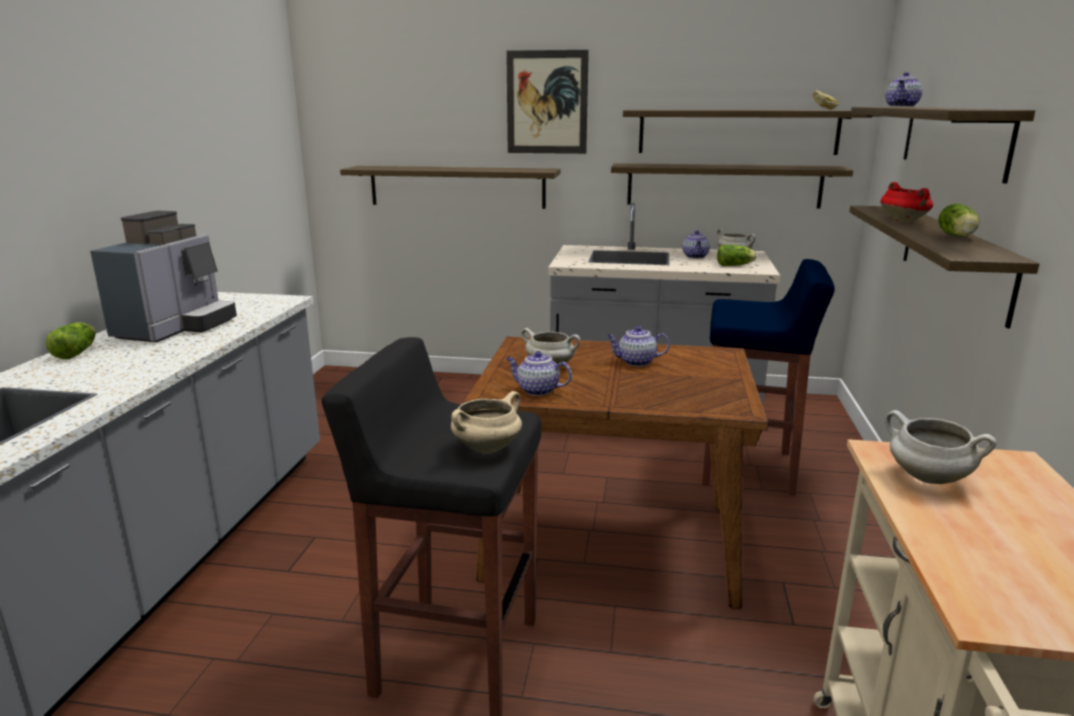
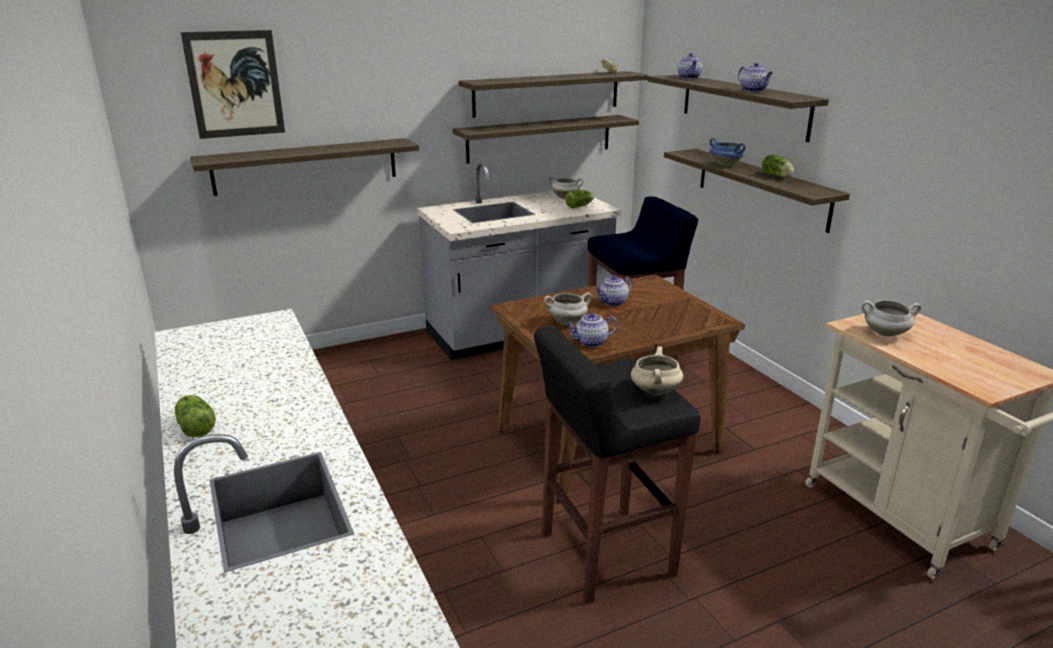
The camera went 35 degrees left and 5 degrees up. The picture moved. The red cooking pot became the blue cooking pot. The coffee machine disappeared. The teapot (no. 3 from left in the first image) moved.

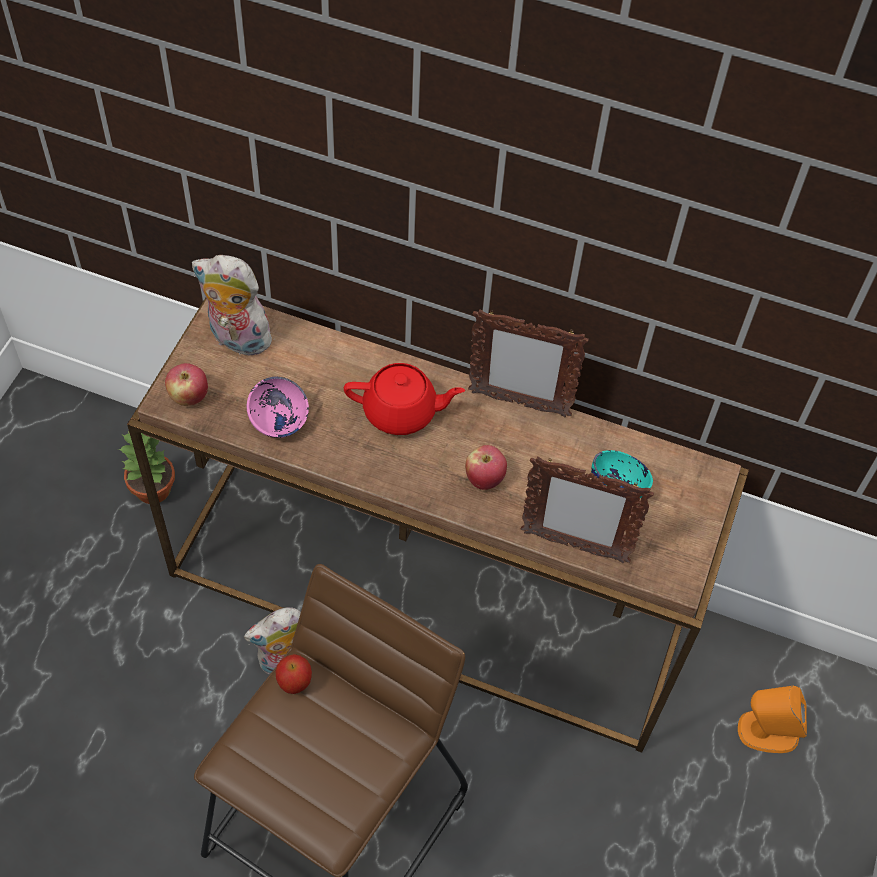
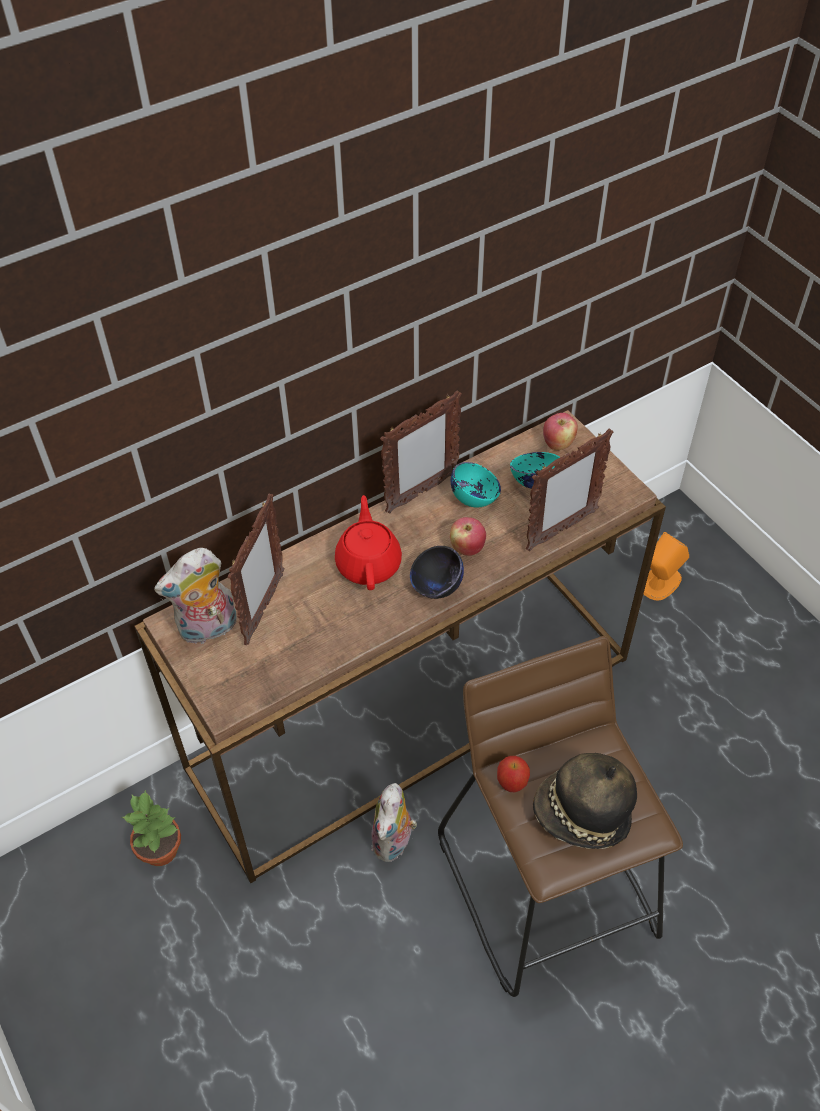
The camera went 50 degrees left and 5 degrees down. The apple (no. 1 from left in the first image) moved. The red teapot turned 45 degrees counterclockwise. The pink bowl disappeared. The turquoise bowl (no. 1 from left) appeared. The picture frame (no. 1 from left) appeared. The black bowl appeared. The hat appeared.

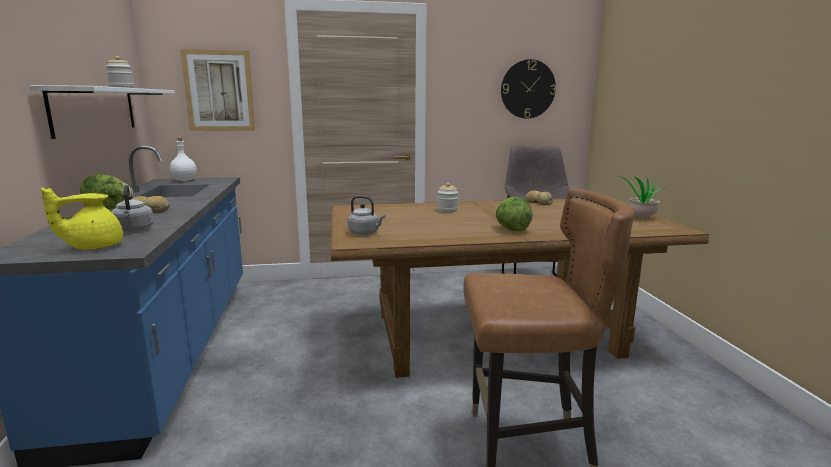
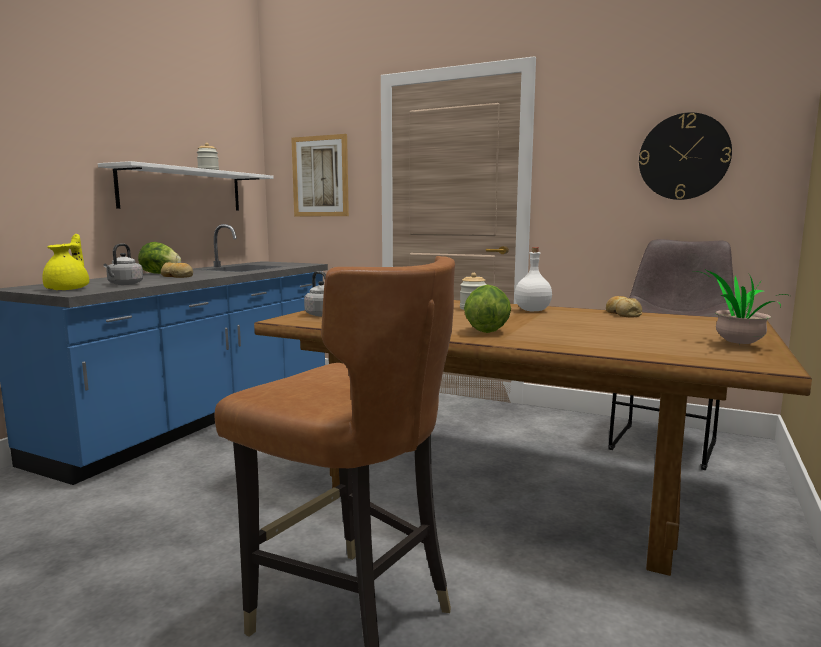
The camera went 35 degrees right and 5 degrees down. The white bottle moved. The yellow teapot turned 90 degrees clockwise.

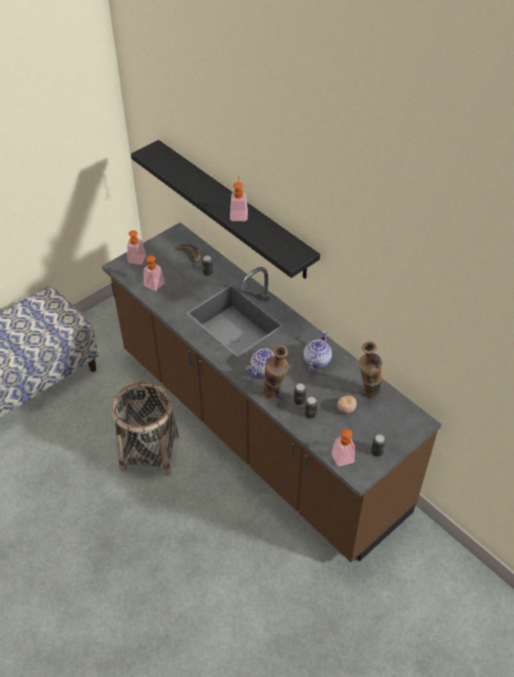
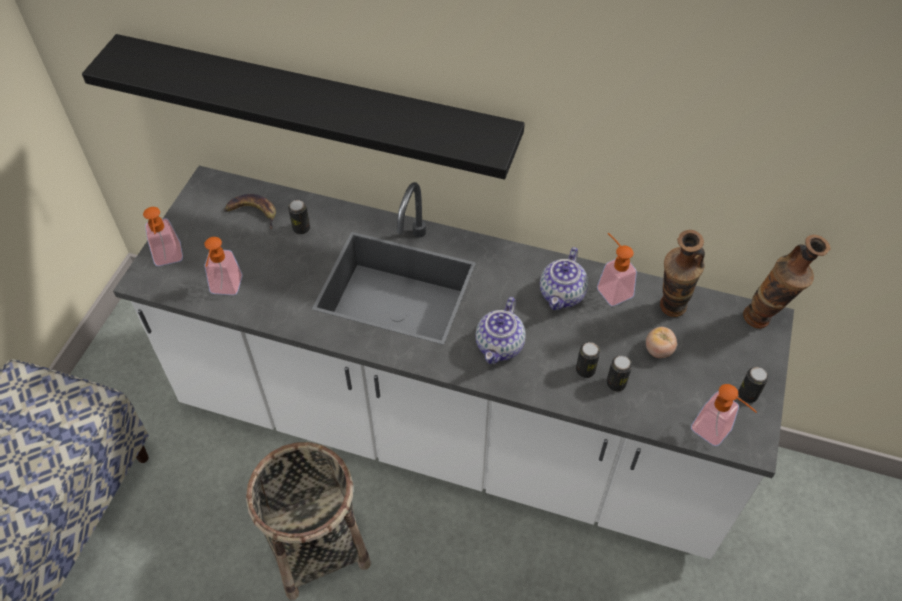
The camera went 30 degrees left and 5 degrees up. The soap dispenser (no. 3 from left) moved. The brown counter became the white counter. The teapot (no. 2 from left) turned 150 degrees counterclockwise. The vase (no. 1 from left in the first image) moved.

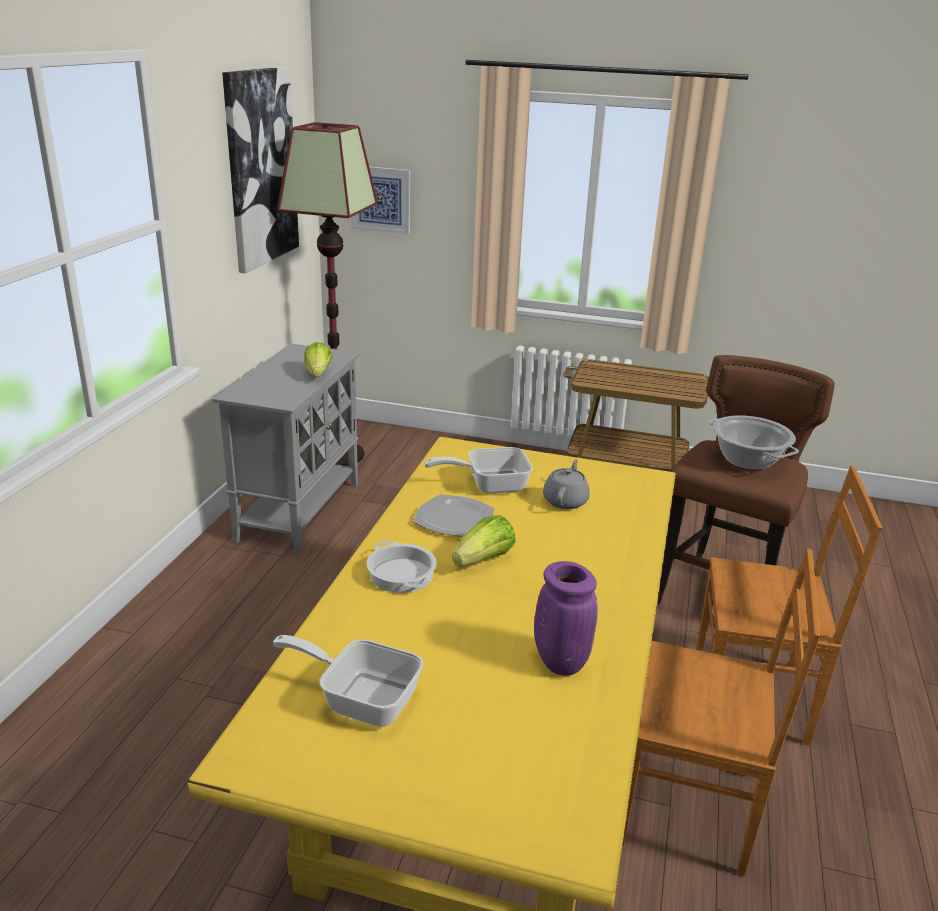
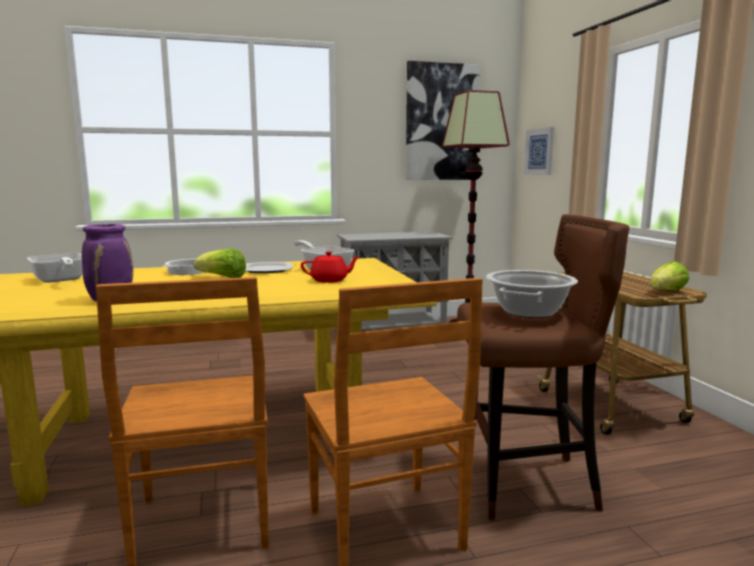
The camera went 60 degrees right and 15 degrees down. The lettuce (no. 1 from left in the first image) moved. The grey teapot became the red teapot. The frying pan (no. 1 from left) turned 150 degrees clockwise.

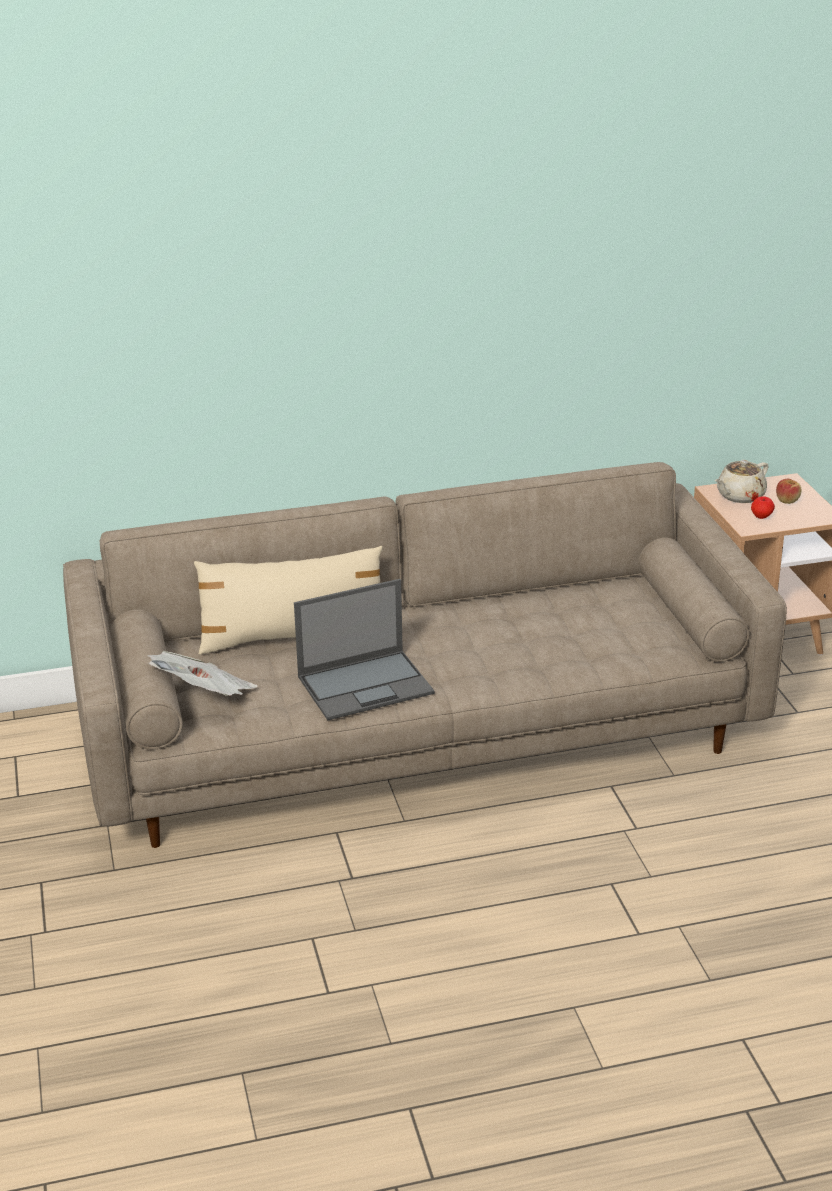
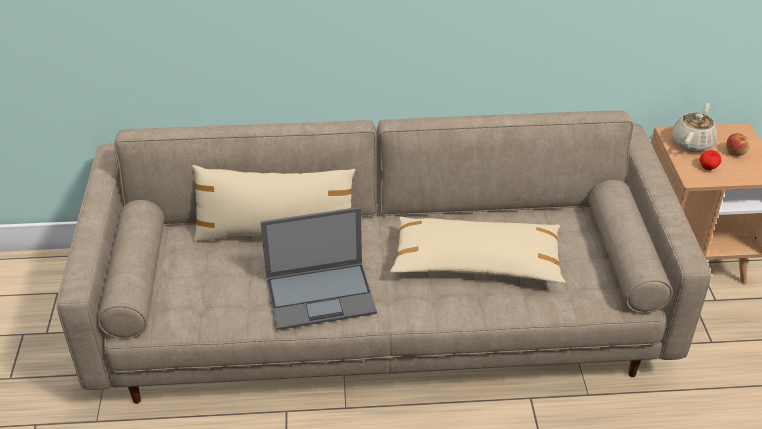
The camera went 10 degrees right and 10 degrees up. The beige teapot turned 150 degrees clockwise. The newspaper disappeared. The beige pillow (no. 2 from left) appeared.

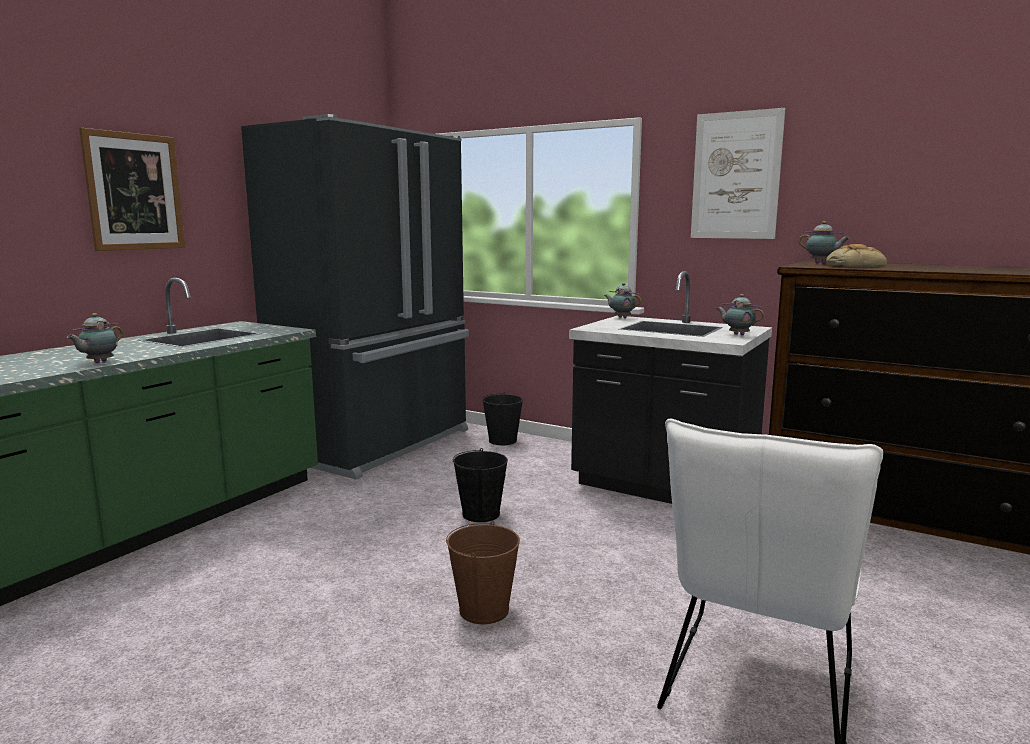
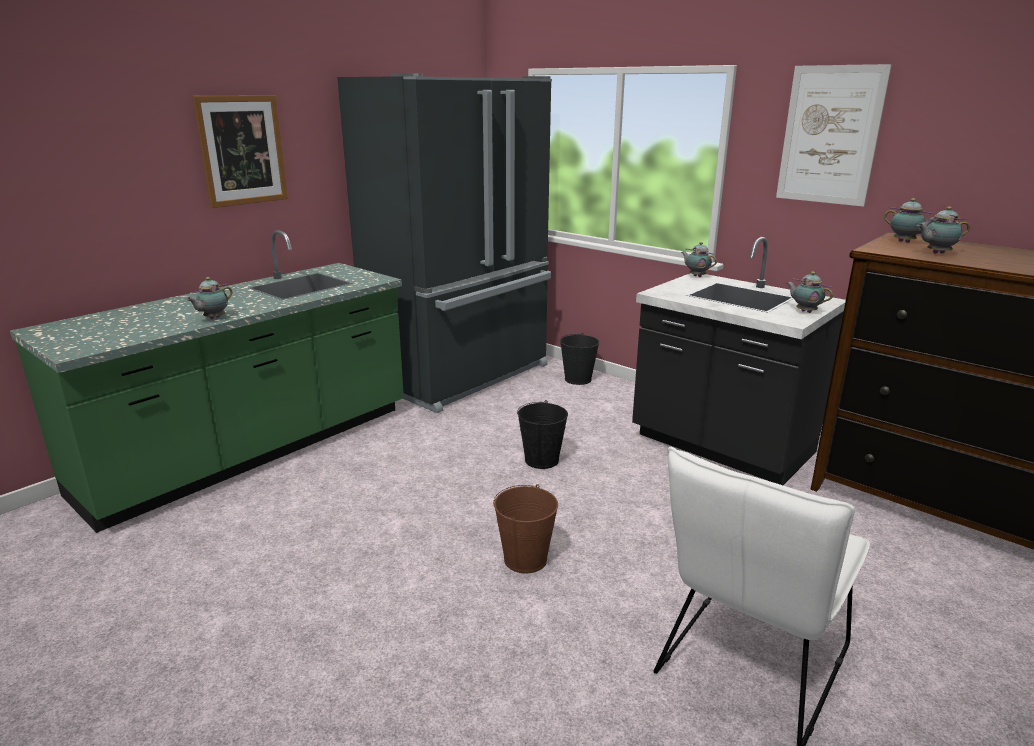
The camera went 10 degrees right and 10 degrees up. The bread was replaced by the teapot (no. 5 from left).

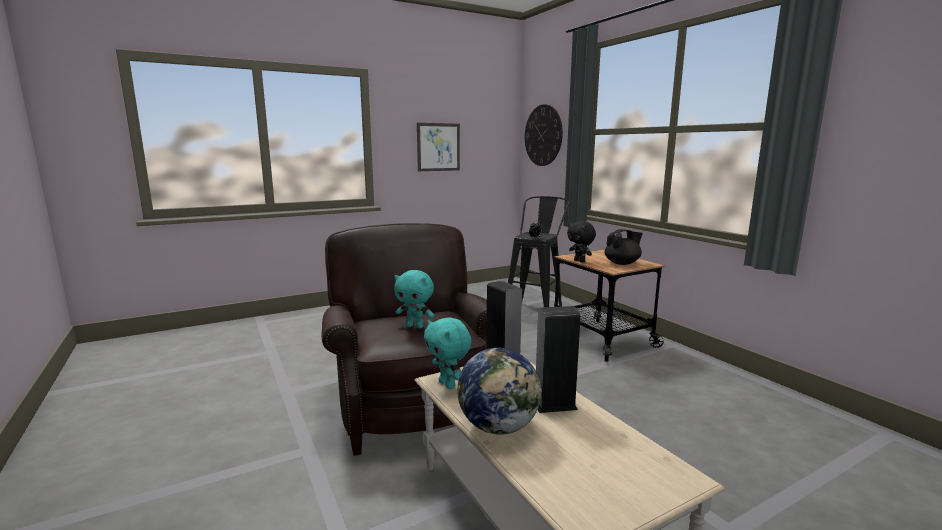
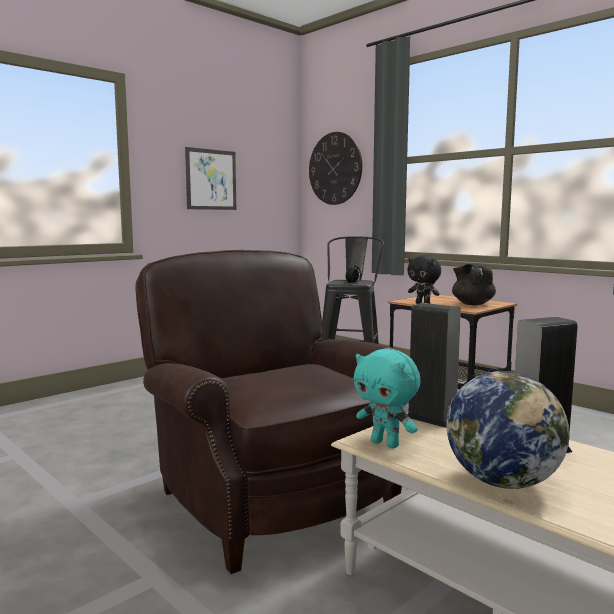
The camera went 15 degrees left and 5 degrees down. The black teapot turned 75 degrees counterclockwise. The turquoise plush toy (no. 1 from left) disappeared.

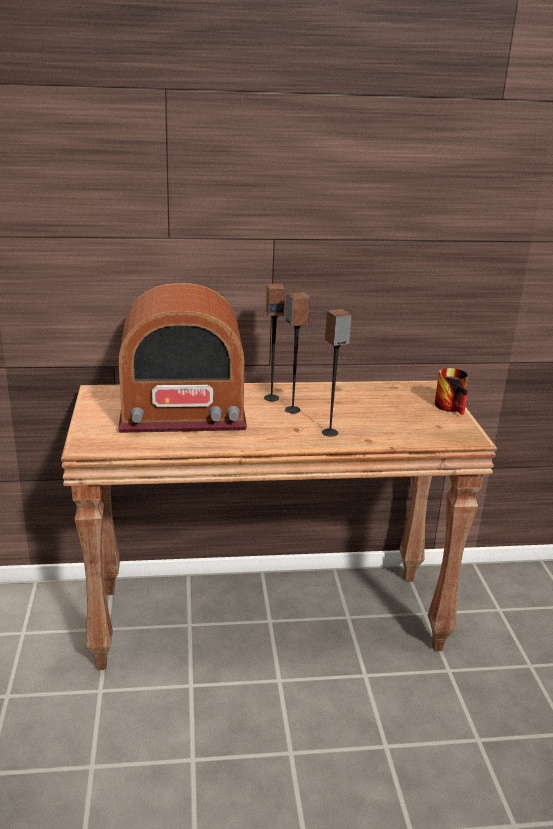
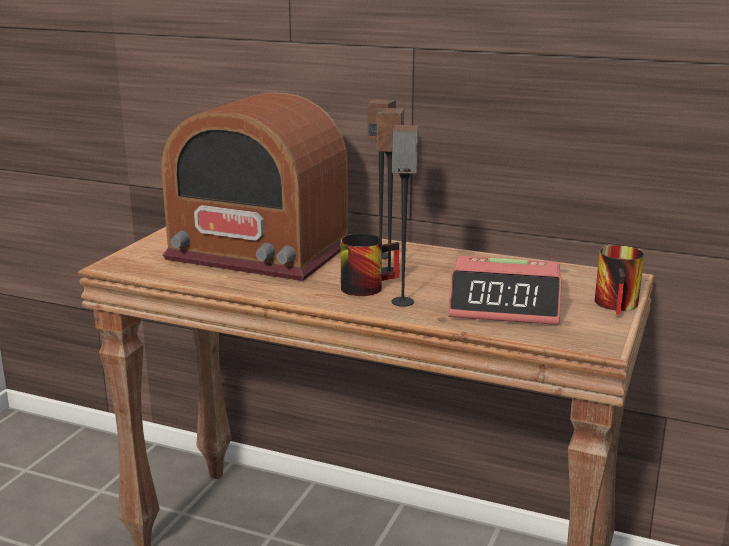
The camera went 30 degrees right and 5 degrees down. The mug (no. 1 from left) appeared. The alarm clock appeared.

